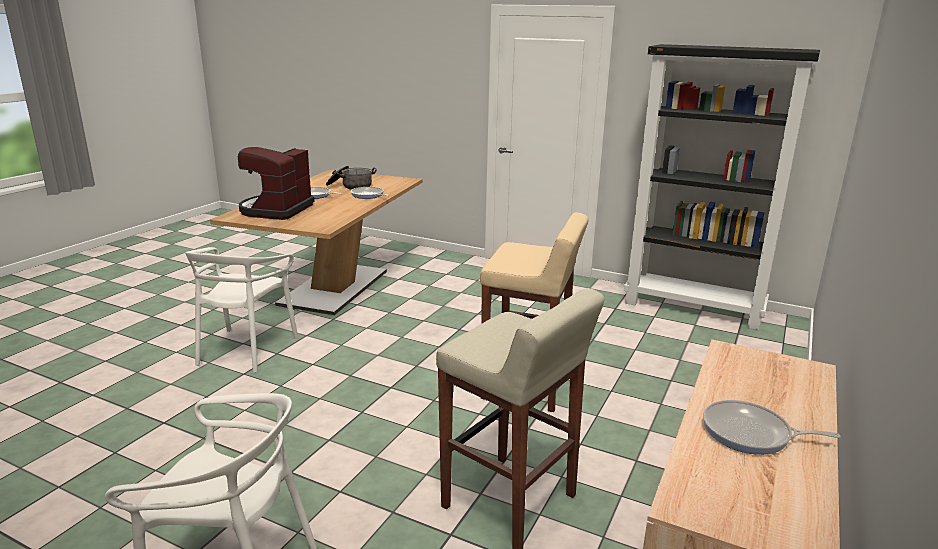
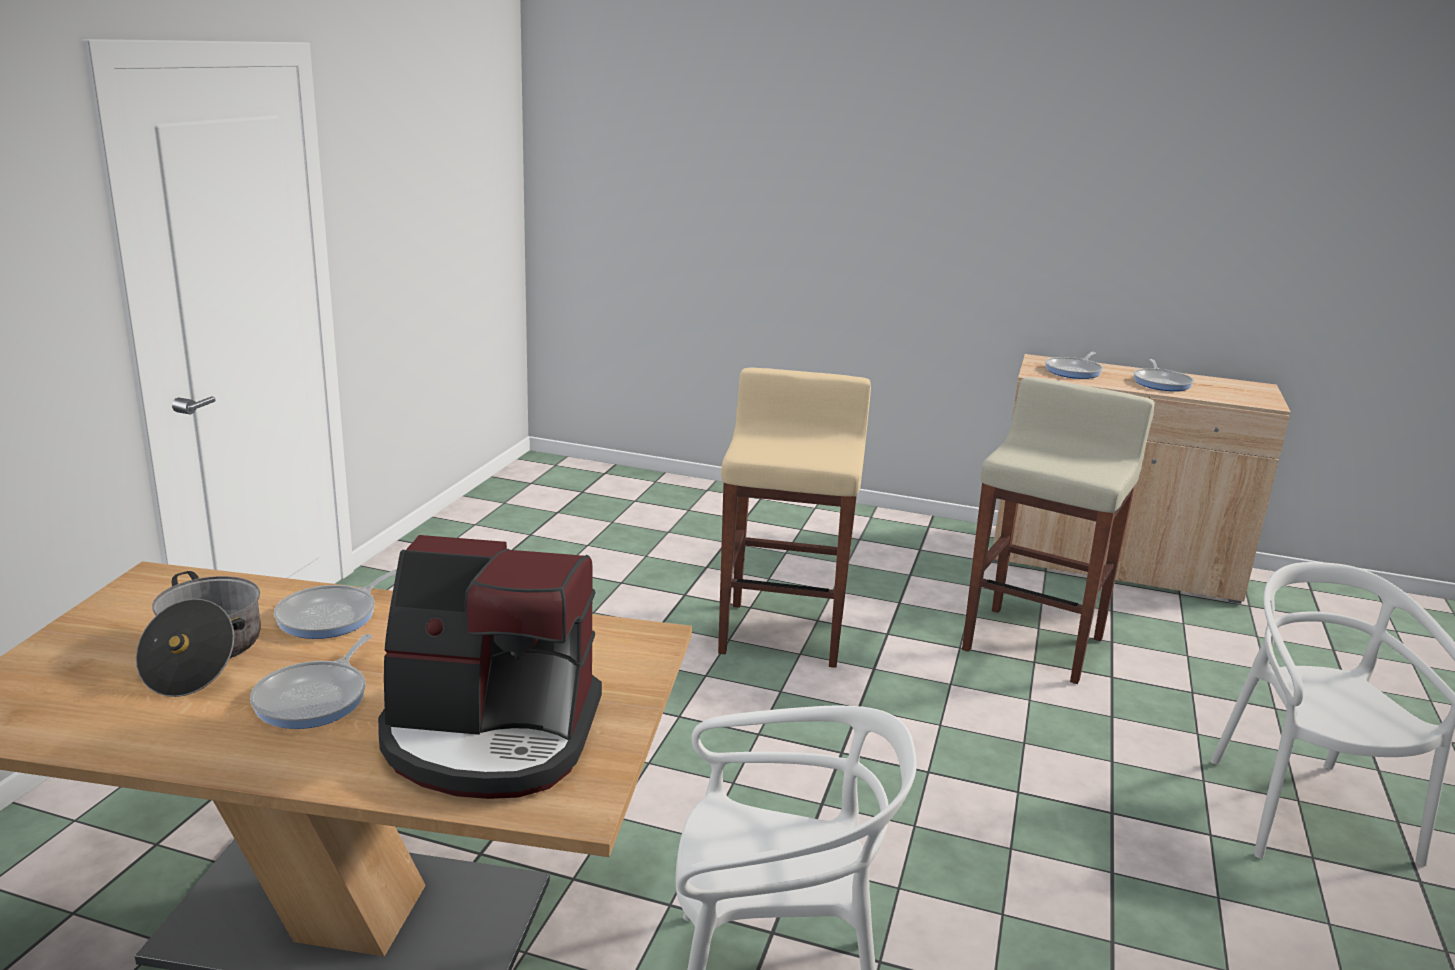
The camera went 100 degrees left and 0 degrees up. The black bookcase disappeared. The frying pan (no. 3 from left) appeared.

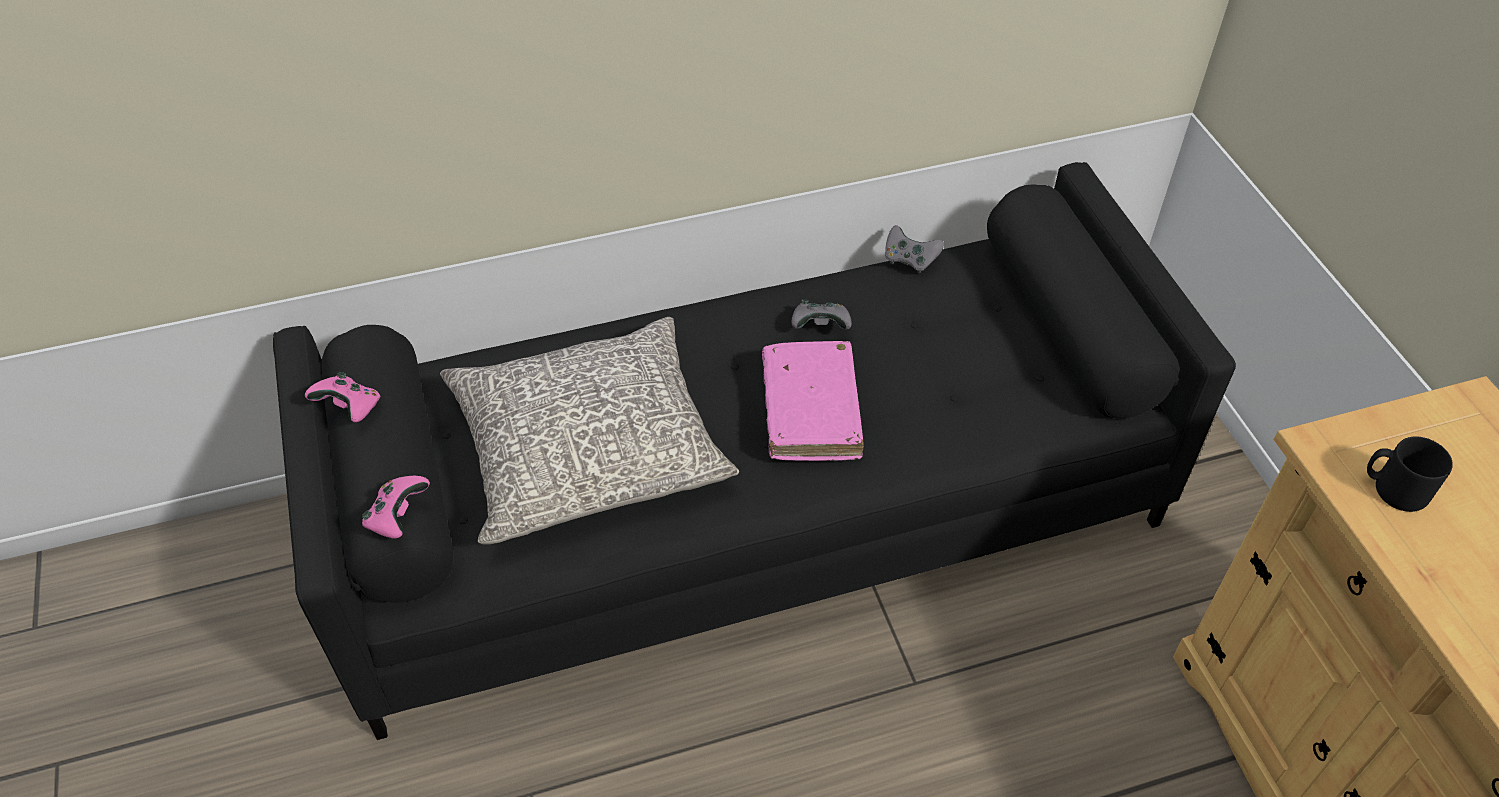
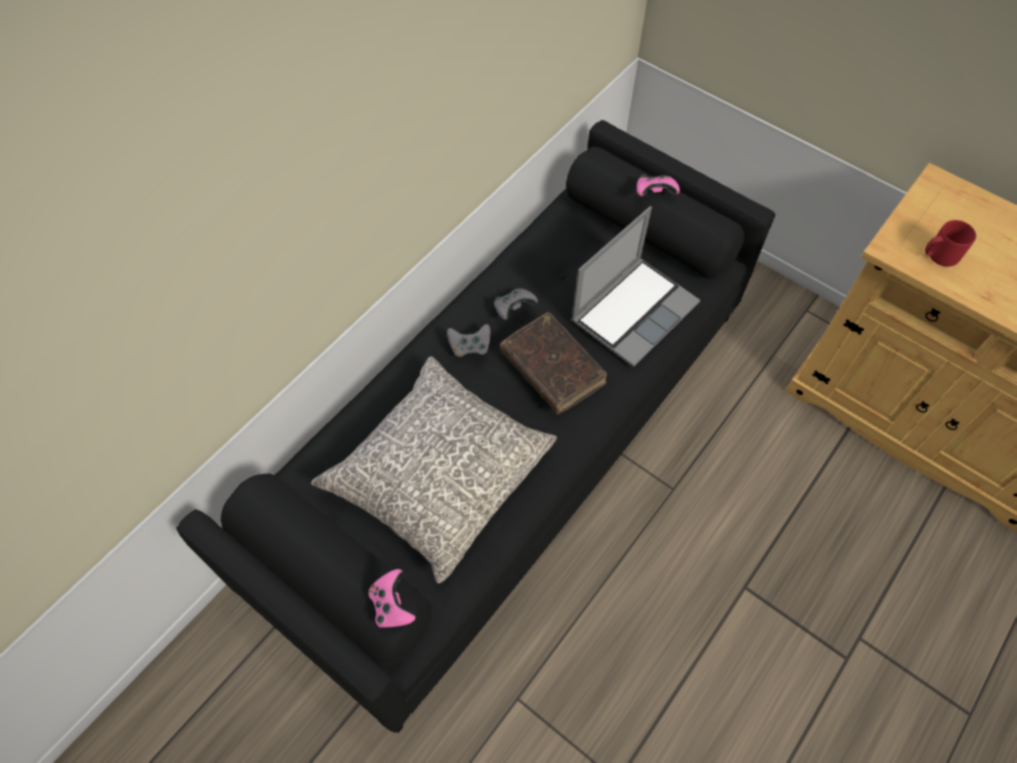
The camera went 35 degrees left and 10 degrees up. The grey game controller (no. 2 from left in the first image) moved. The pink book became the brown book. The pink game controller (no. 1 from left in the first image) moved. The black mug became the red mug. The laptop appeared.

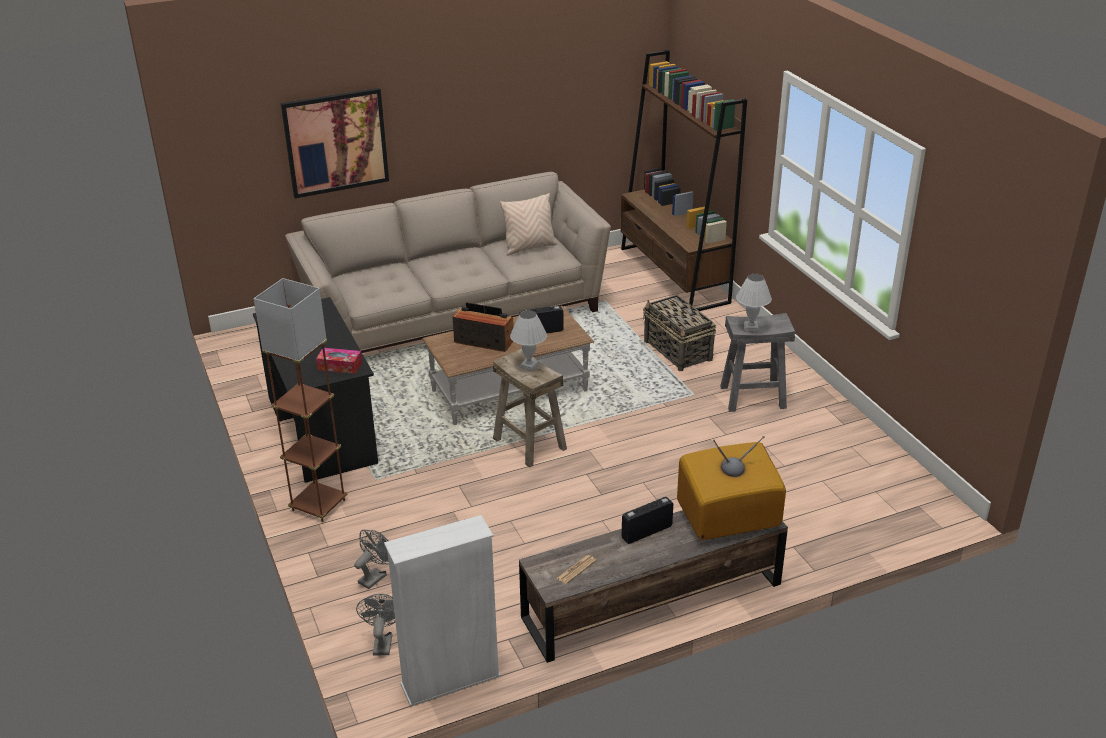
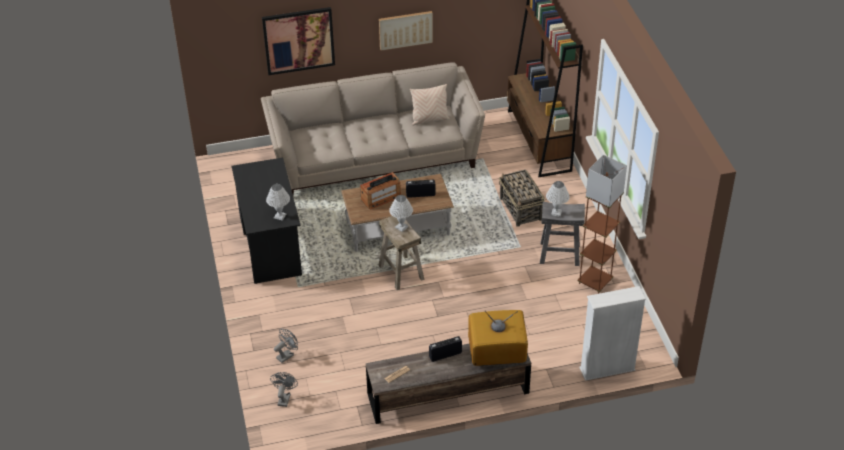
The camera went 10 degrees right and 10 degrees up. The brown floor lamp moved. The radio (no. 1 from left) turned 120 degrees clockwise. The tissue box was replaced by the white table lamp (no. 1 from left). The white bookcase moved. The picture (no. 2 from left) appeared.

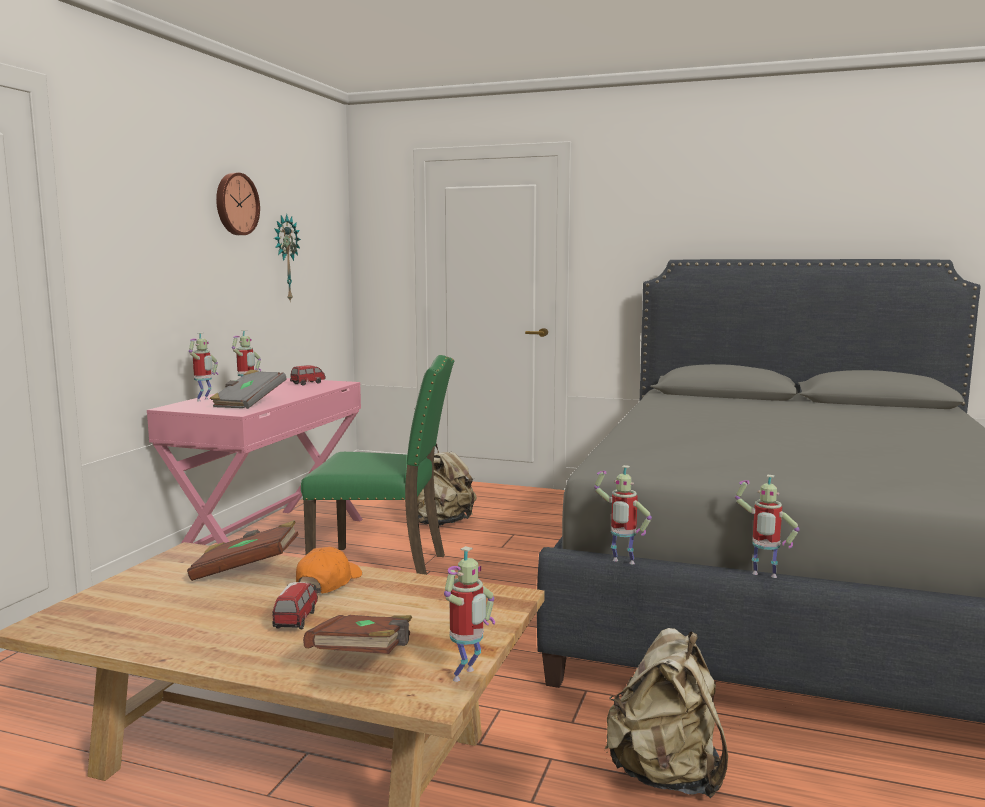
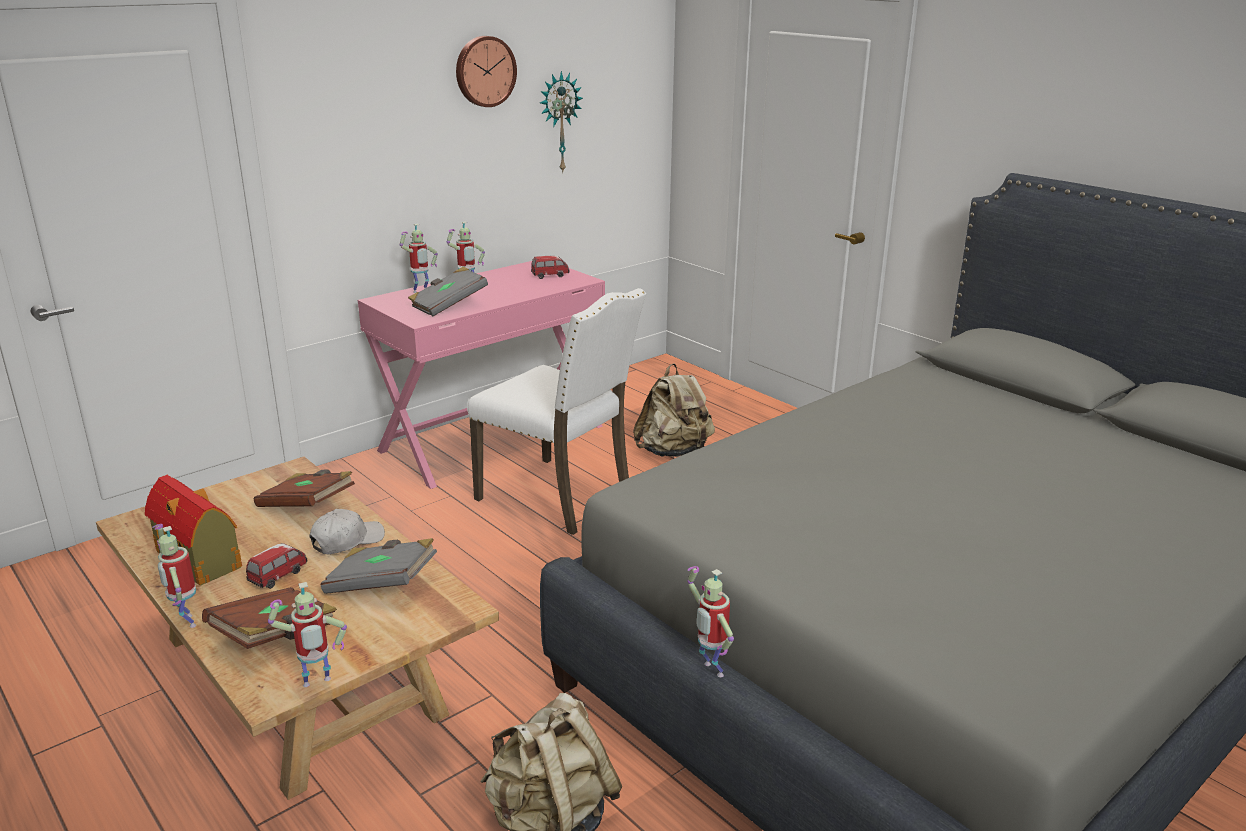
The camera went 30 degrees right and 15 degrees up. The green chair became the white chair. The toy robot (no. 4 from left in the first image) moved. The orange cap became the white cap. The toy house appeared. The grey book (no. 1 from left) appeared.

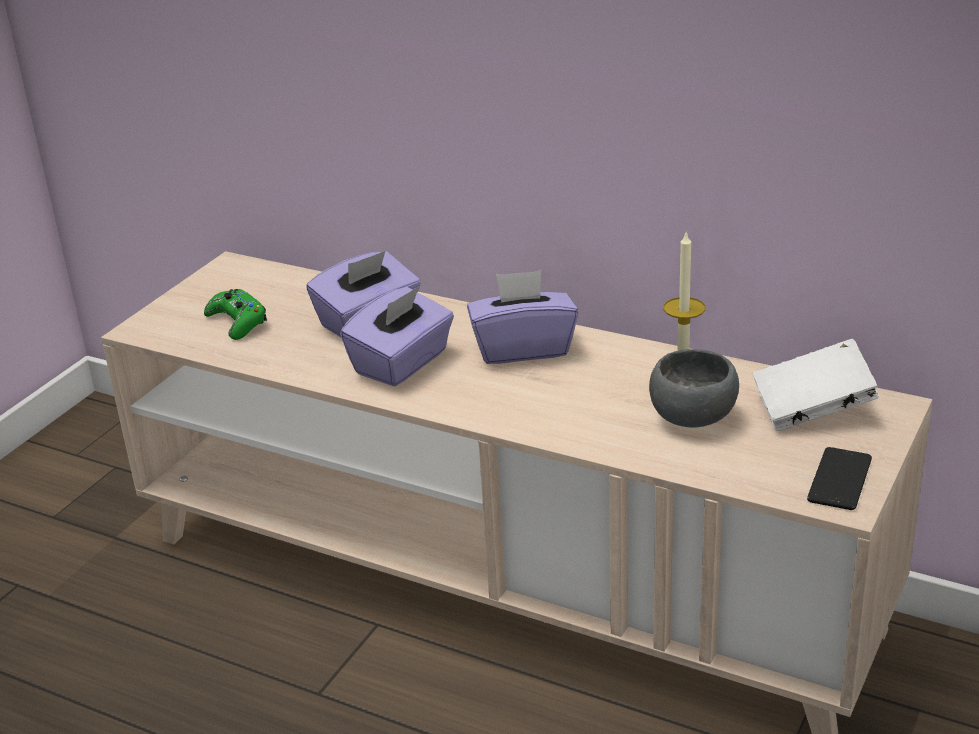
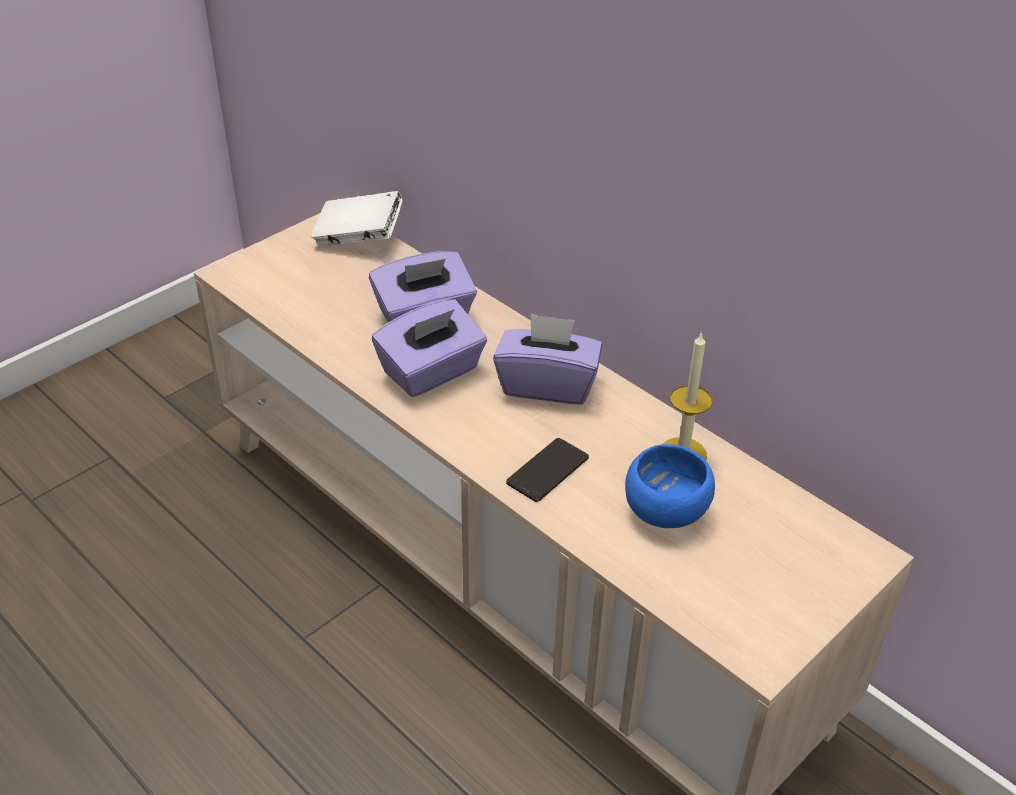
The camera went 15 degrees right and 10 degrees up. The green game controller disappeared. The white book moved. The grey bowl became the blue bowl. The phone moved.

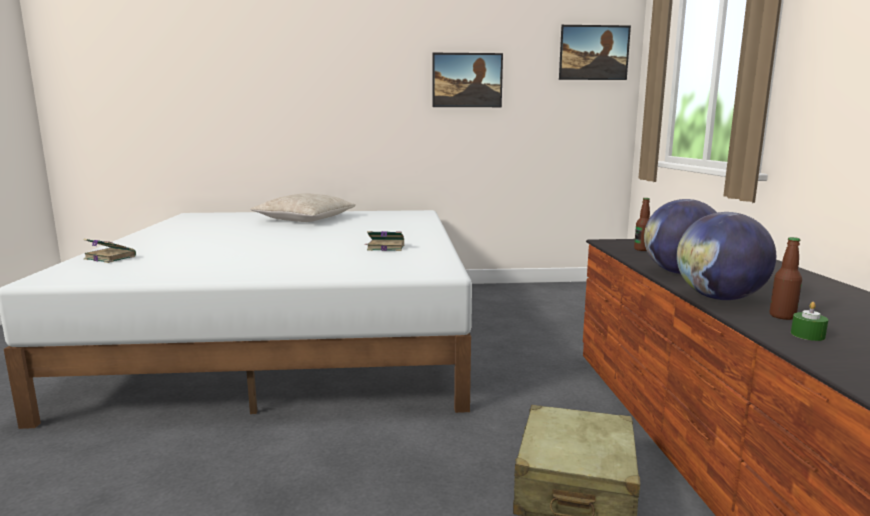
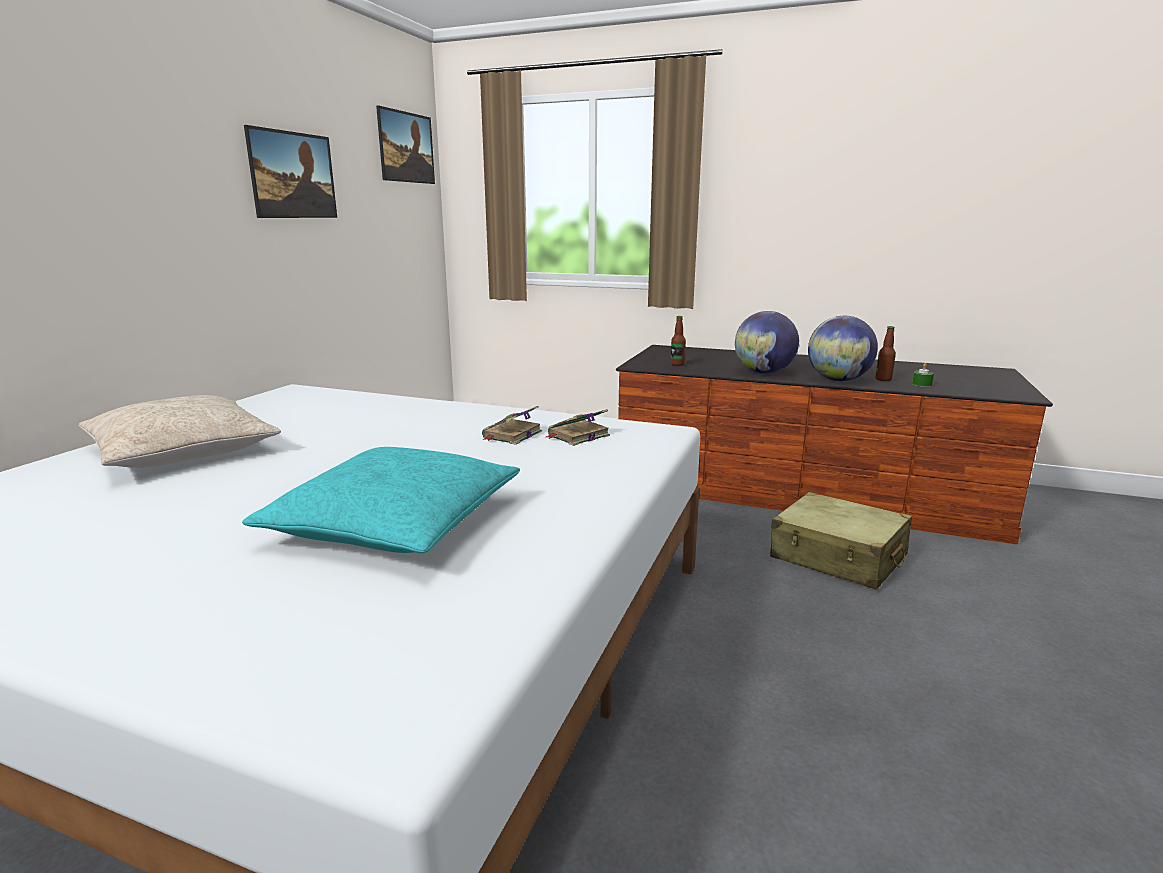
The camera went 65 degrees left and 5 degrees up. The book (no. 1 from left in the first image) moved. The turquoise pillow appeared.

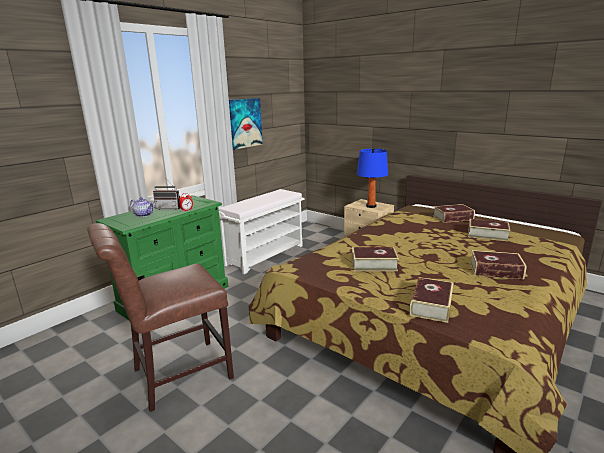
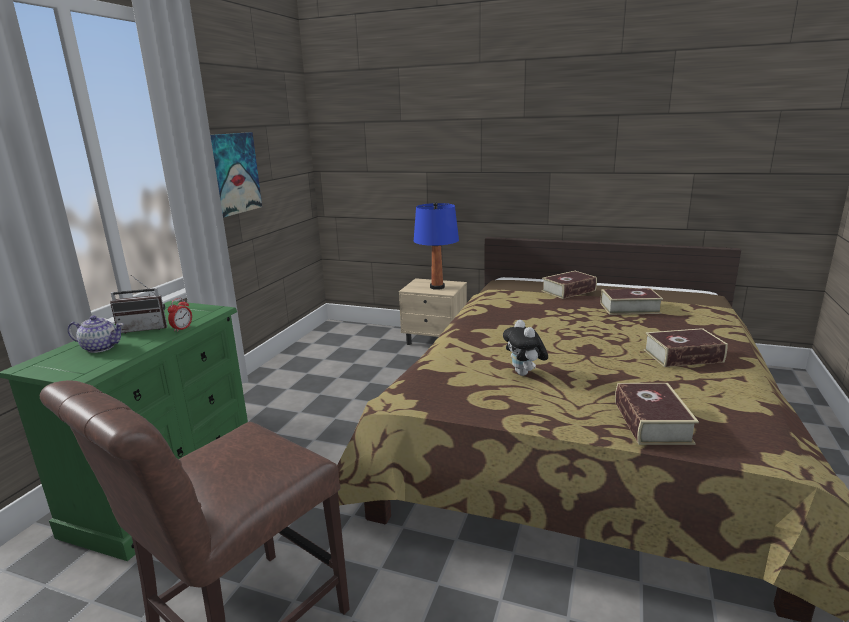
The camera went 20 degrees left and 0 degrees up. The white bench disappeared. The book (no. 1 from left) was replaced by the plush toy.

